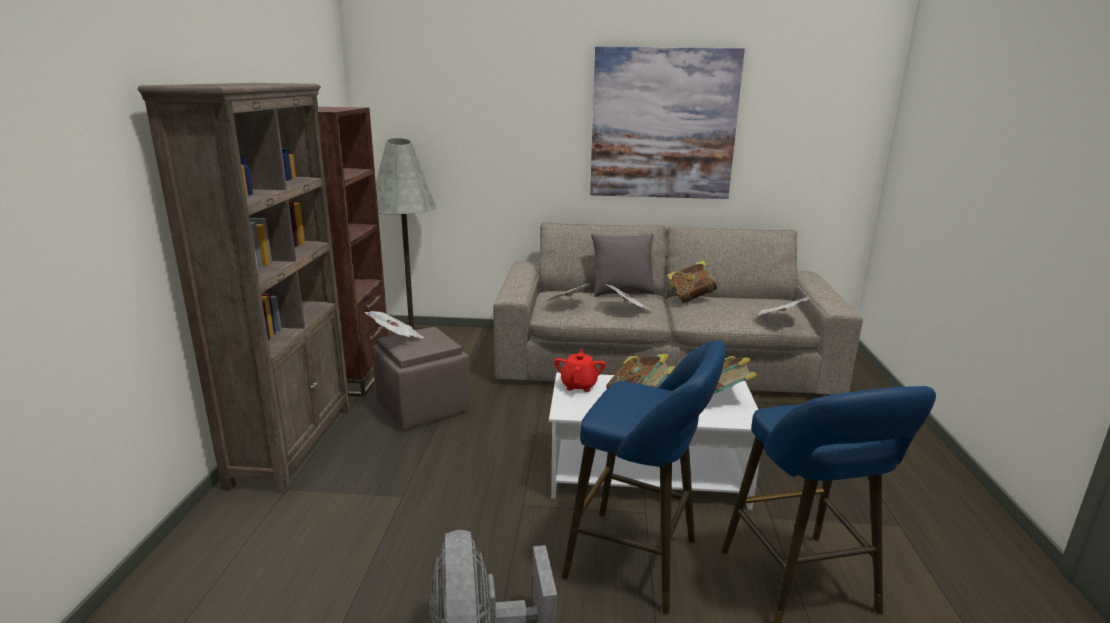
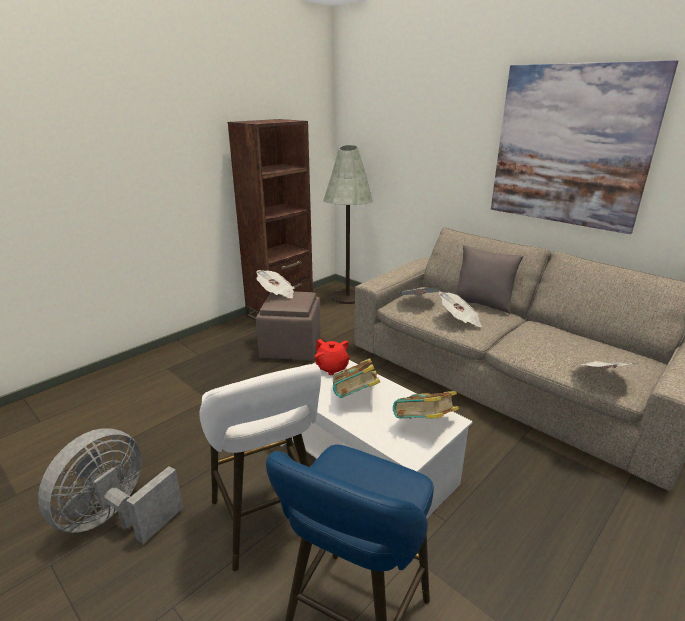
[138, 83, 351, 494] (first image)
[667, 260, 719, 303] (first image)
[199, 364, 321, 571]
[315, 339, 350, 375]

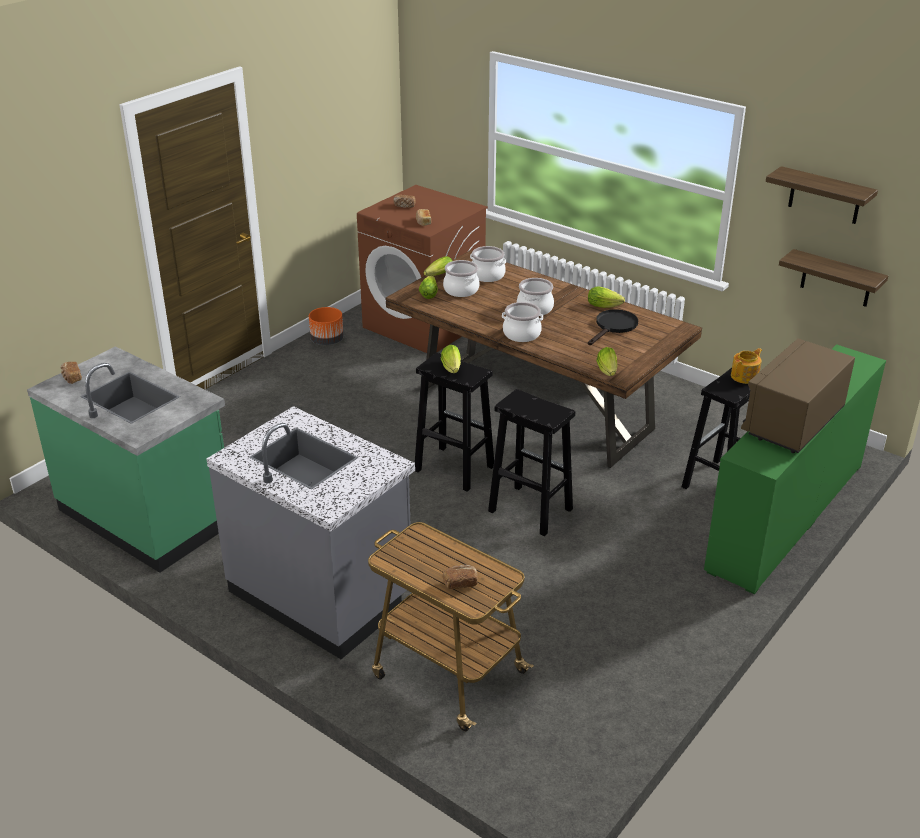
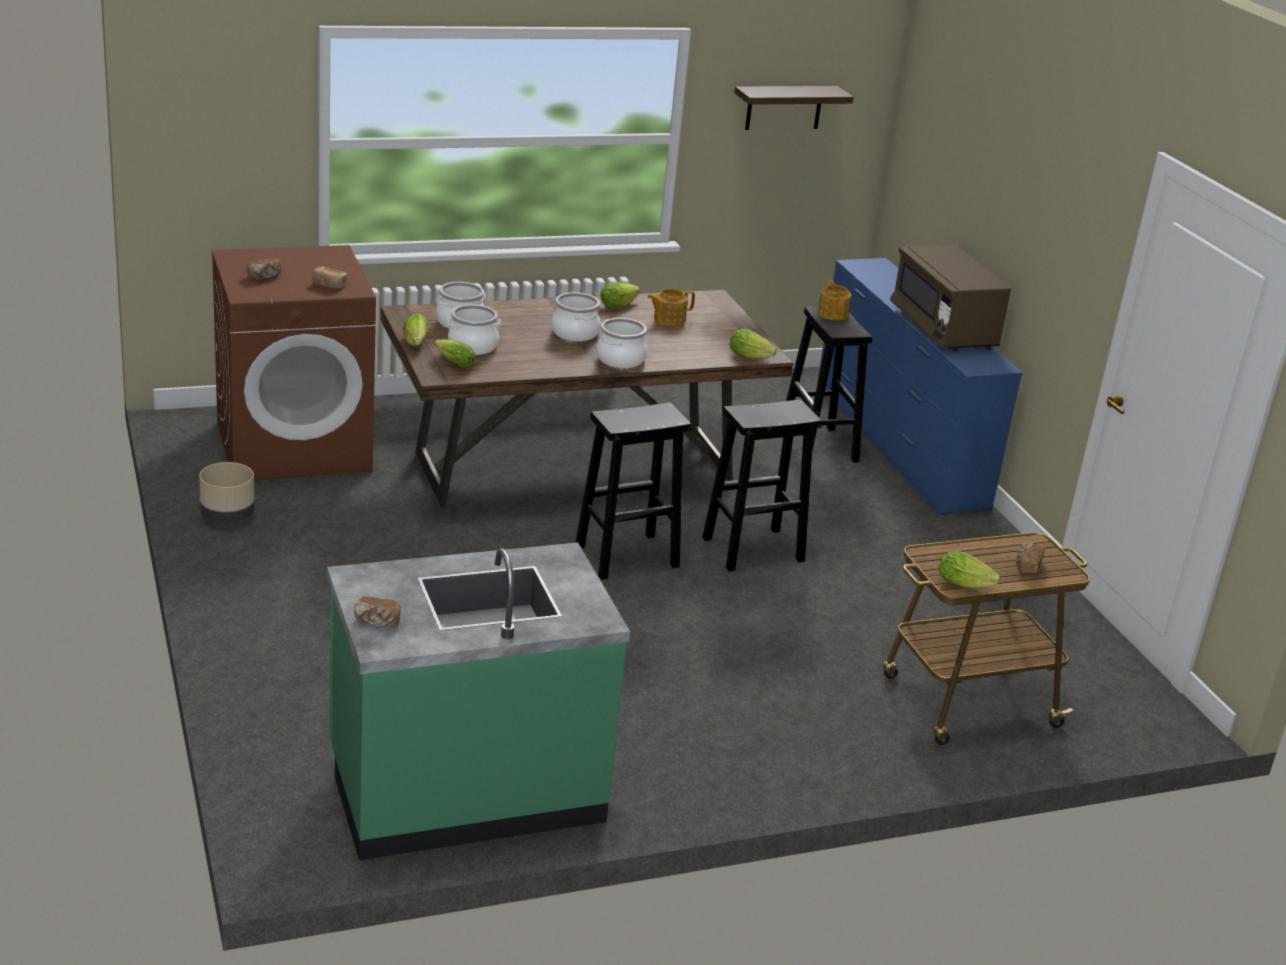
[207, 406, 415, 659] (first image)
[779, 249, 888, 307] (first image)
[939, 551, 1000, 588]
[648, 288, 695, 326]
[199, 462, 255, 523]
[817, 258, 1023, 515]

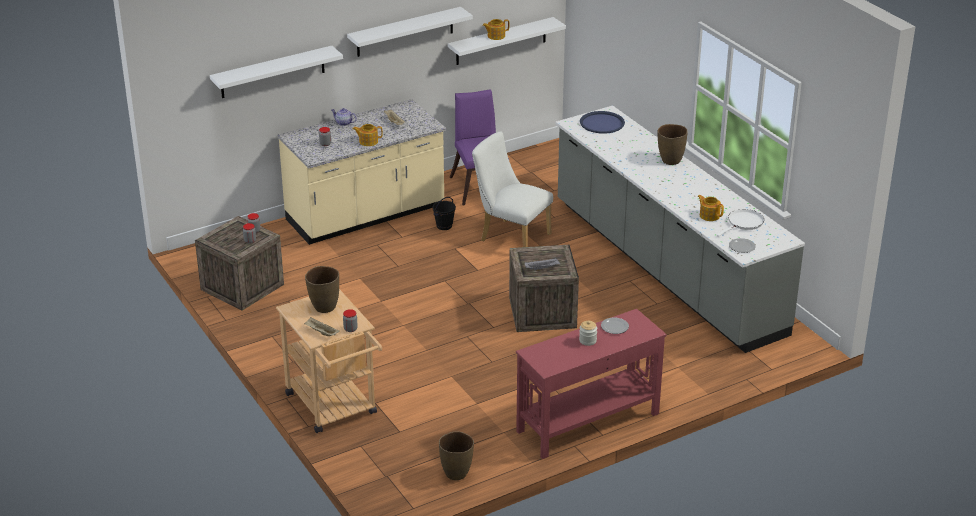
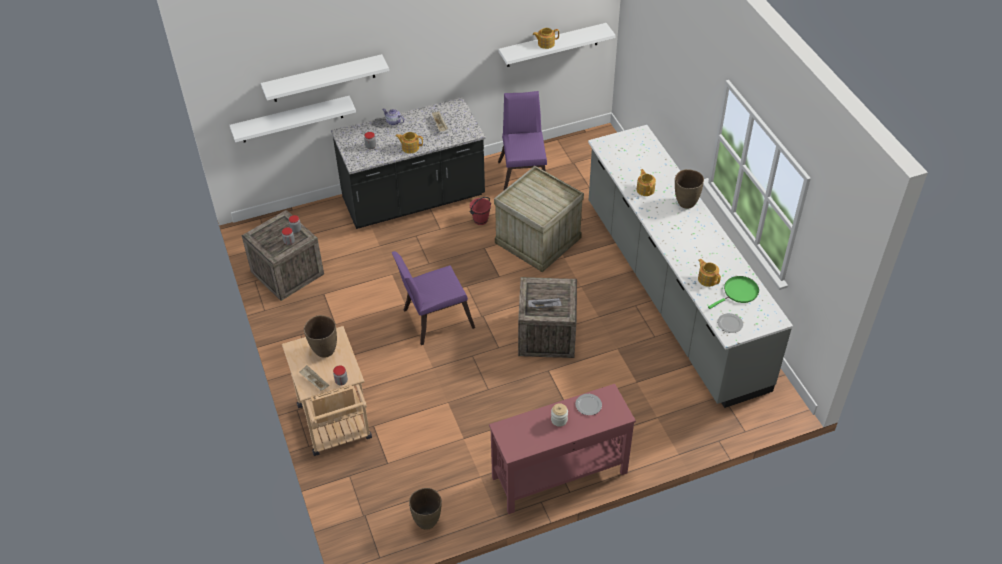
[580, 111, 625, 134] (first image)
[392, 251, 475, 345]
[636, 169, 656, 196]
[230, 96, 356, 142]
[494, 166, 584, 272]
[331, 97, 485, 229]
[469, 197, 491, 225]
[708, 276, 759, 309]

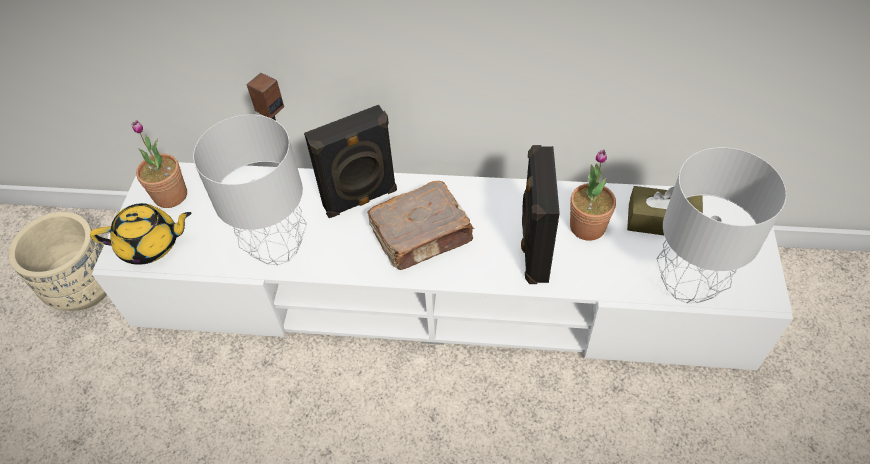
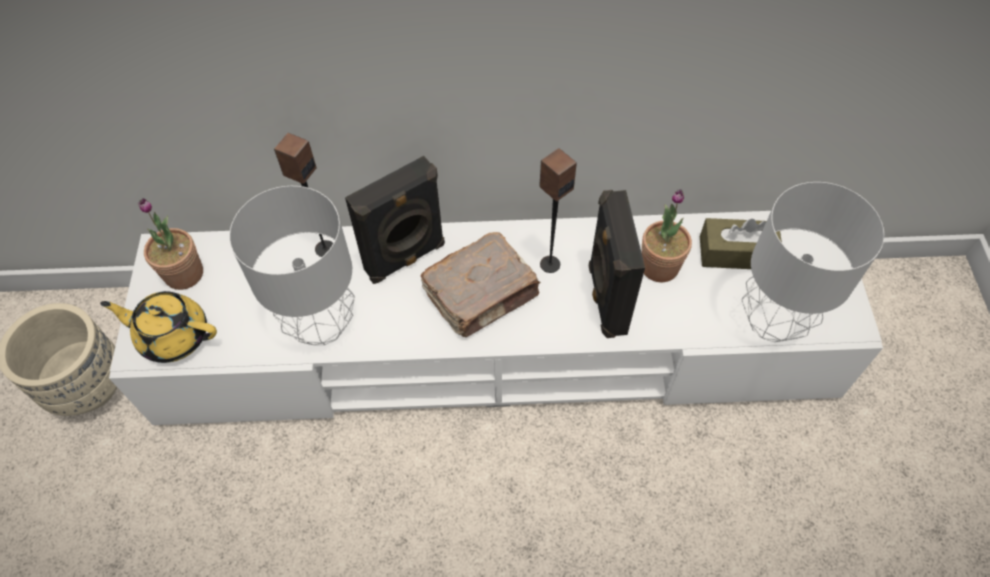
[539, 148, 577, 273]
[100, 291, 217, 363]

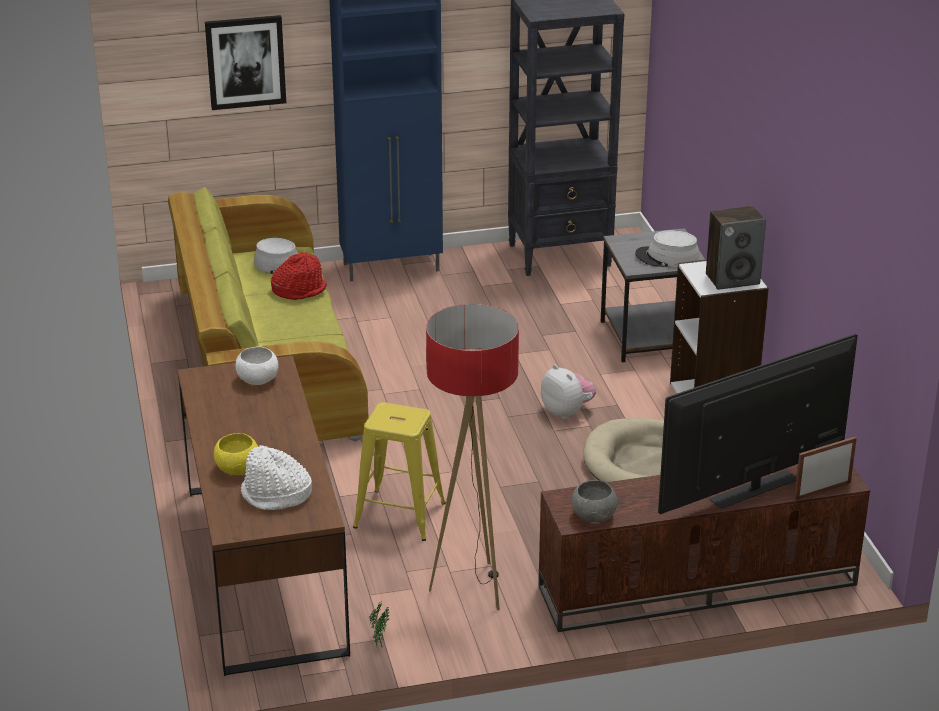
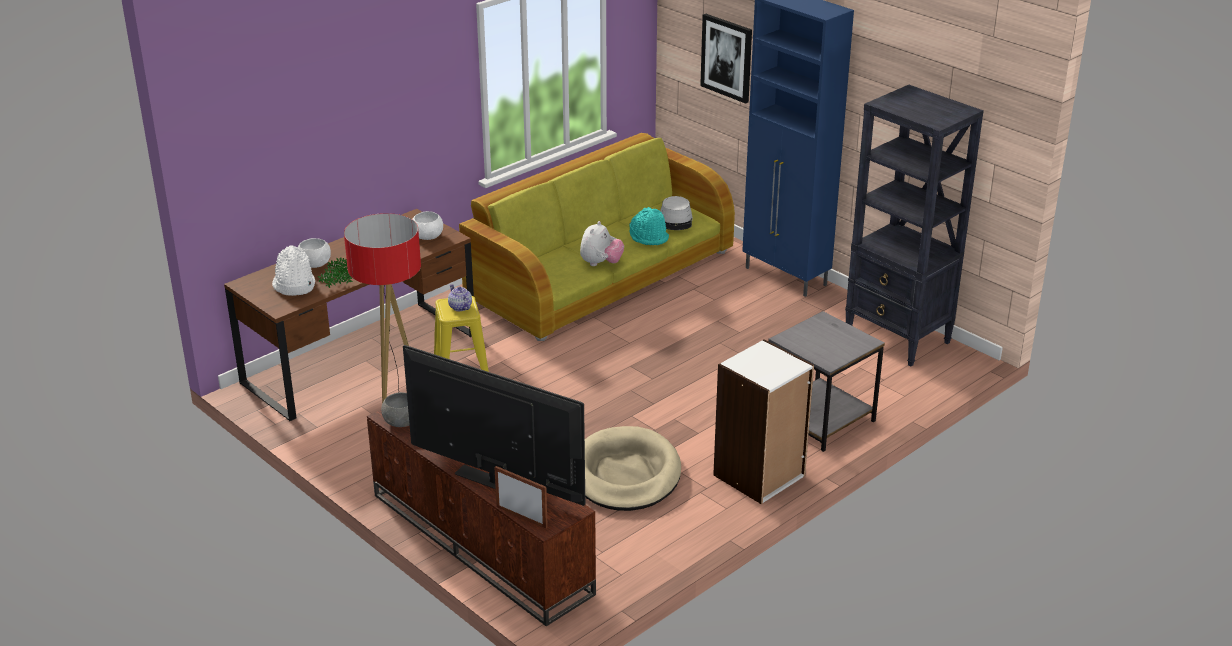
[635, 230, 700, 267] (first image)
[706, 206, 766, 290] (first image)
[448, 284, 472, 311]
[318, 257, 353, 288]
[580, 221, 624, 266]
[298, 238, 331, 268]
[630, 207, 669, 245]

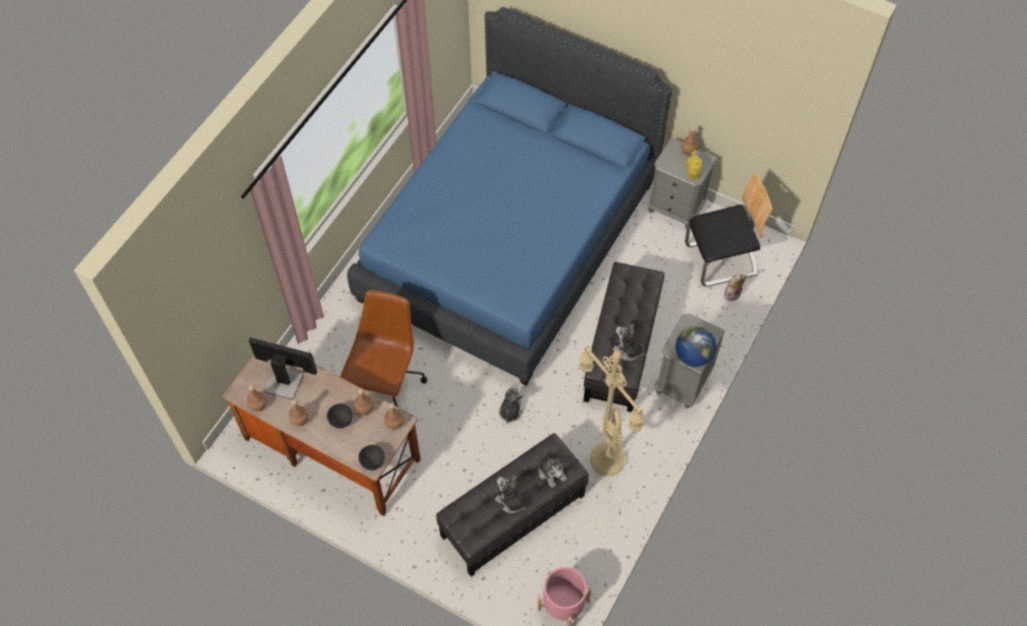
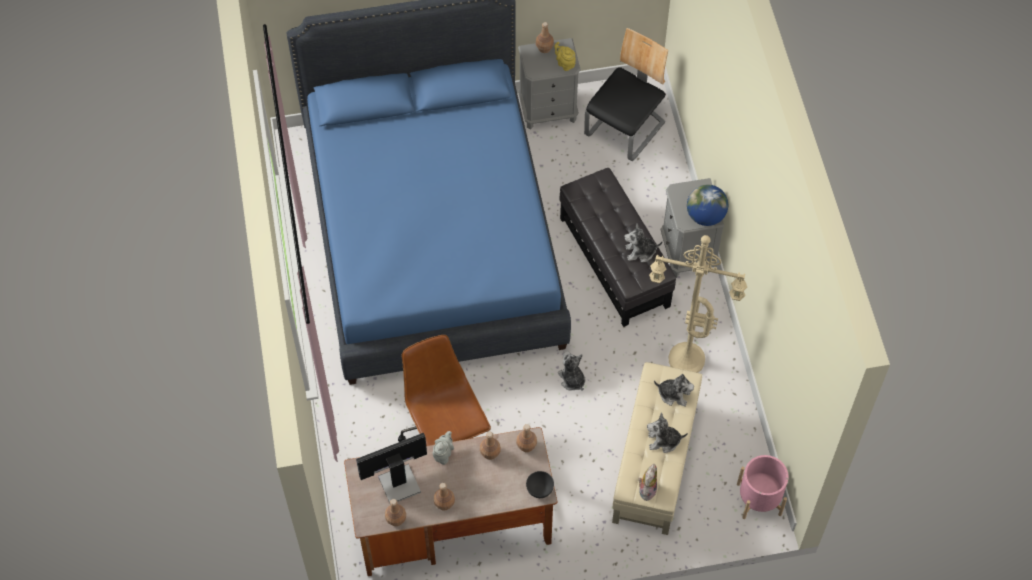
[327, 403, 353, 428] (first image)
[433, 431, 454, 465]
[638, 464, 657, 501]
[612, 362, 702, 535]

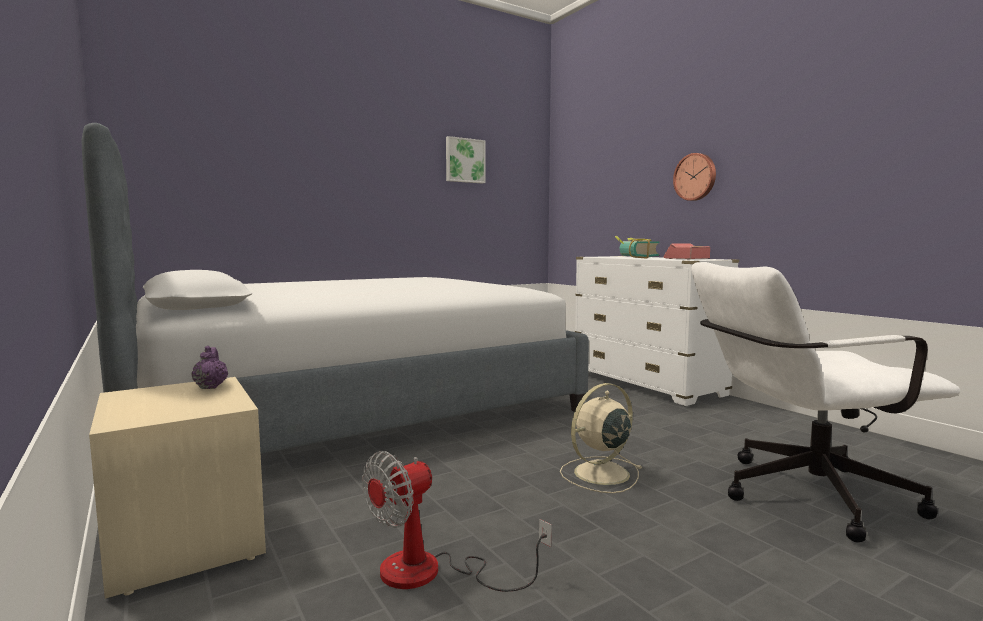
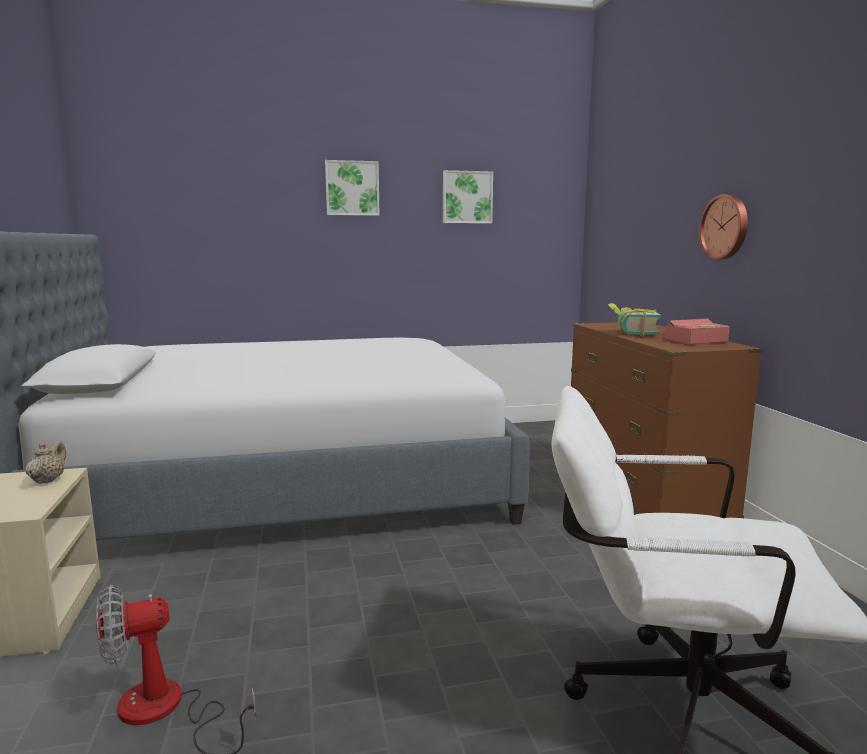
[560, 383, 643, 493] (first image)
[325, 160, 379, 216]
[25, 441, 66, 484]
[571, 322, 763, 518]

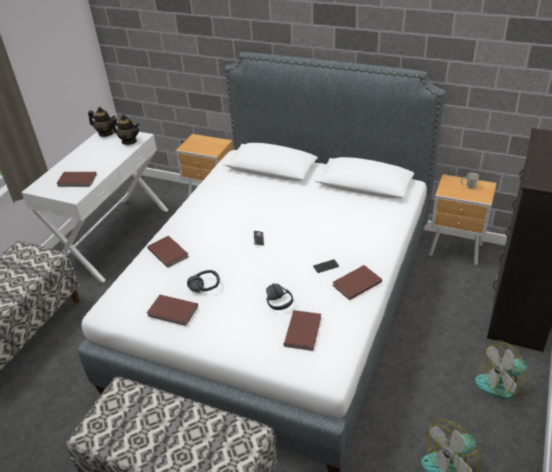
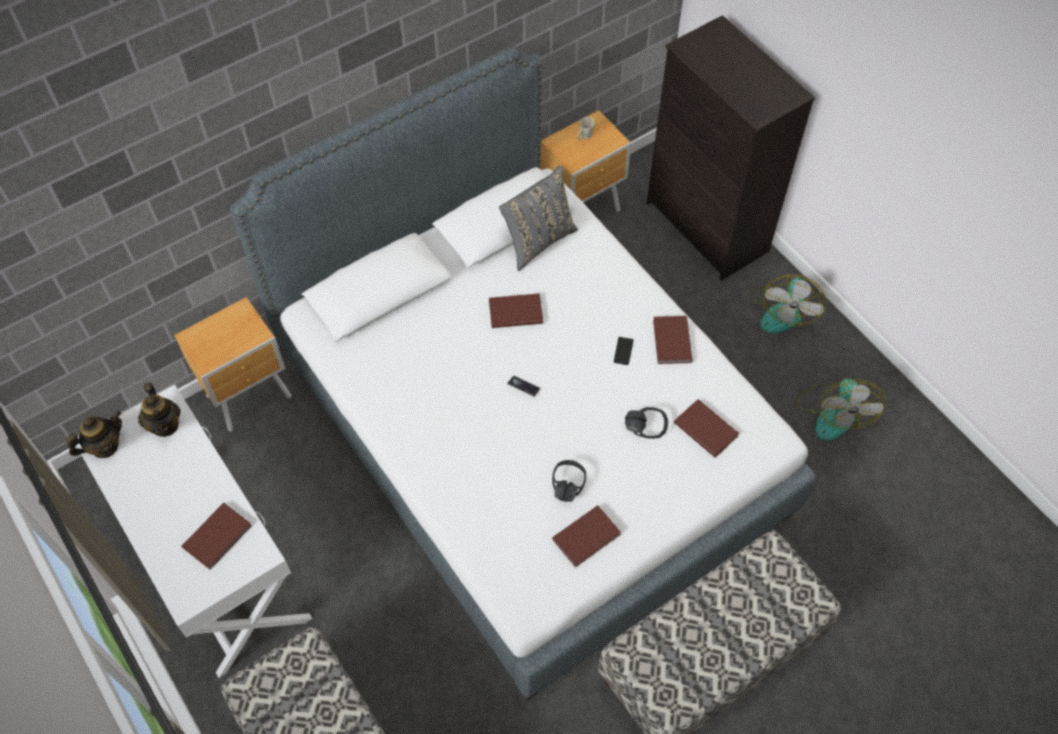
[499, 165, 578, 271]
[489, 293, 543, 328]
[138, 383, 180, 437]

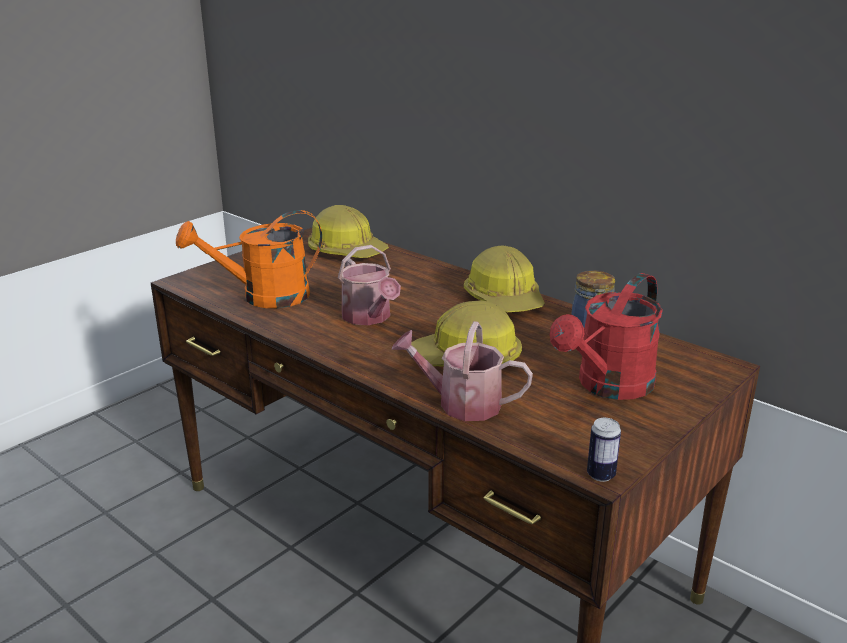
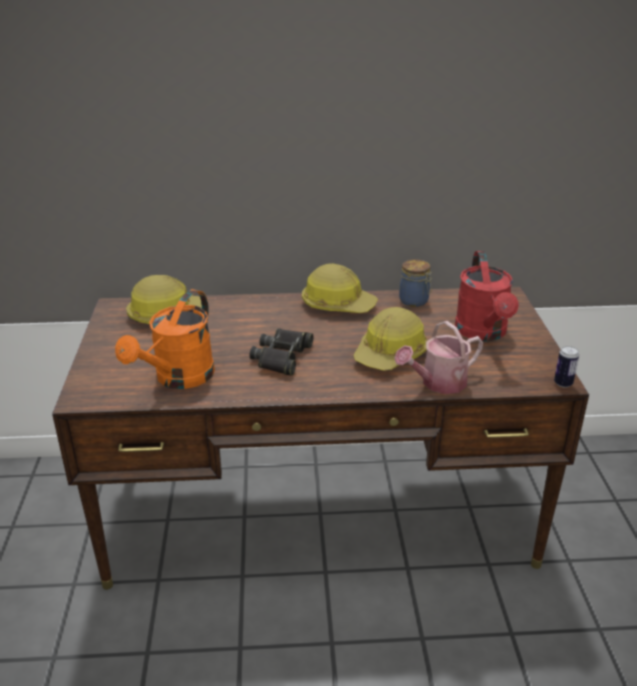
[250, 328, 314, 376]

